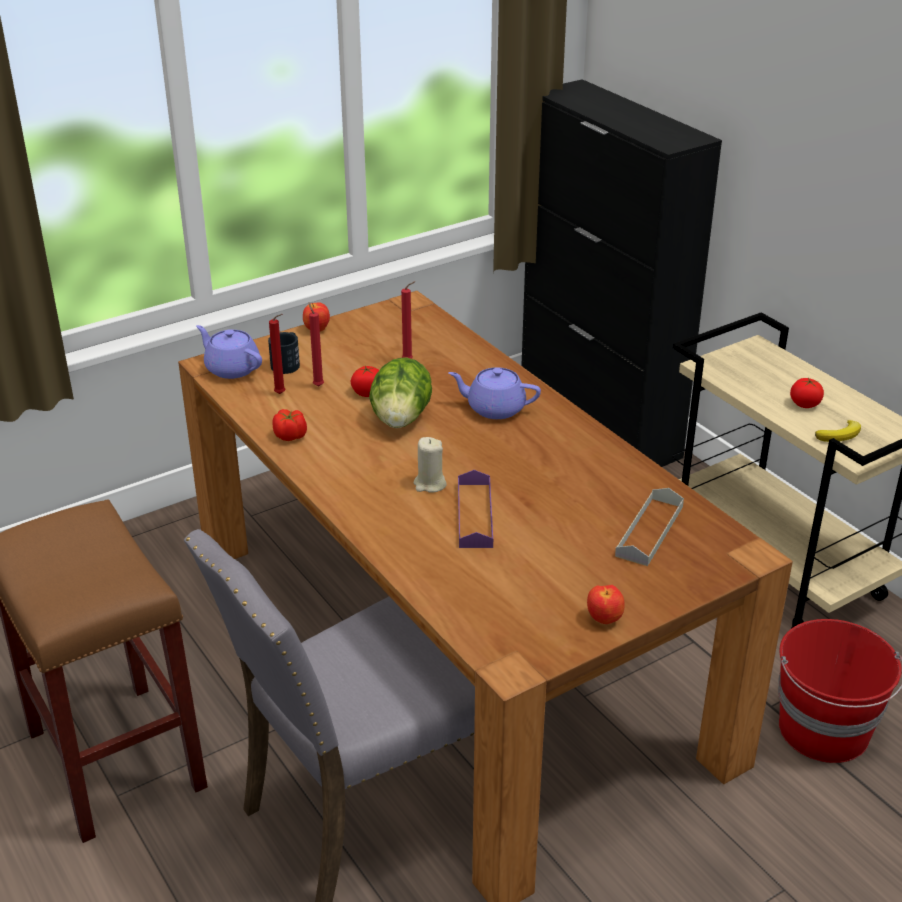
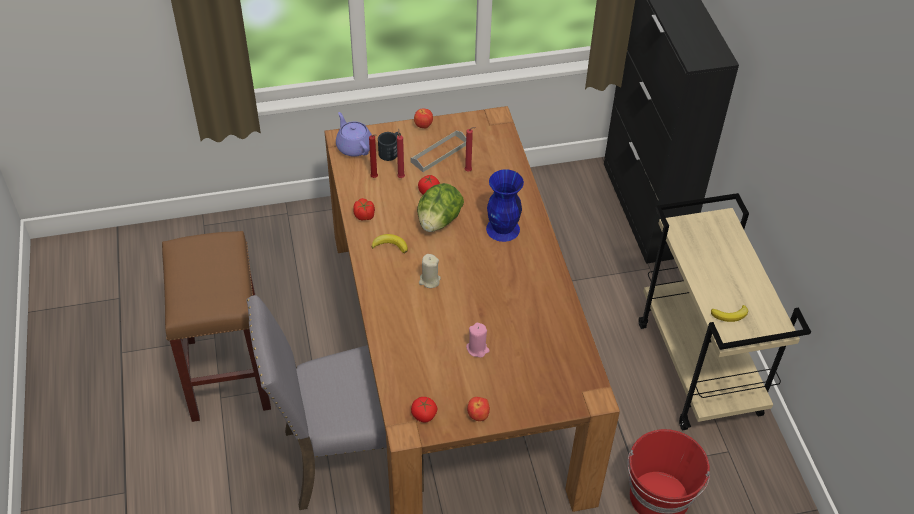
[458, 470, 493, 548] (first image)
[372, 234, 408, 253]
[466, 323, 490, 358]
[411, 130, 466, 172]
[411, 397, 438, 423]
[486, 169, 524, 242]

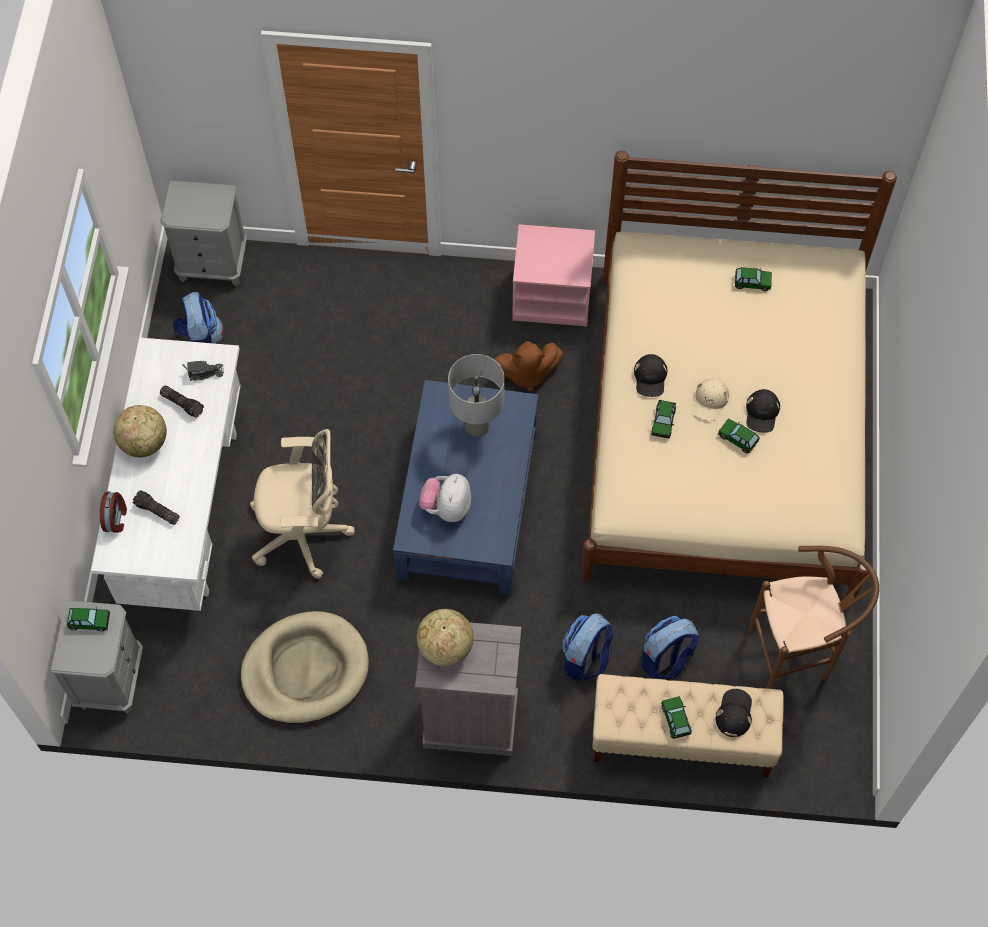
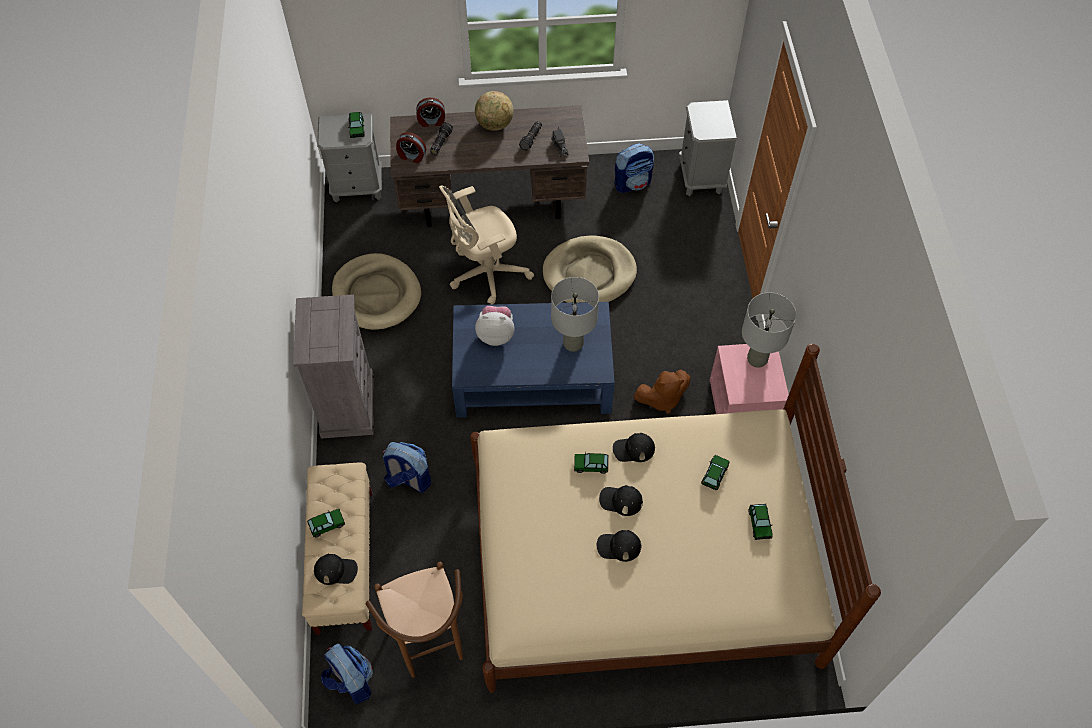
[417, 609, 474, 666] (first image)
[396, 132, 426, 163]
[543, 236, 637, 303]
[742, 293, 796, 368]
[321, 644, 373, 704]
[701, 455, 729, 491]
[390, 105, 589, 227]
[599, 485, 643, 516]
[439, 185, 534, 305]
[633, 370, 691, 413]

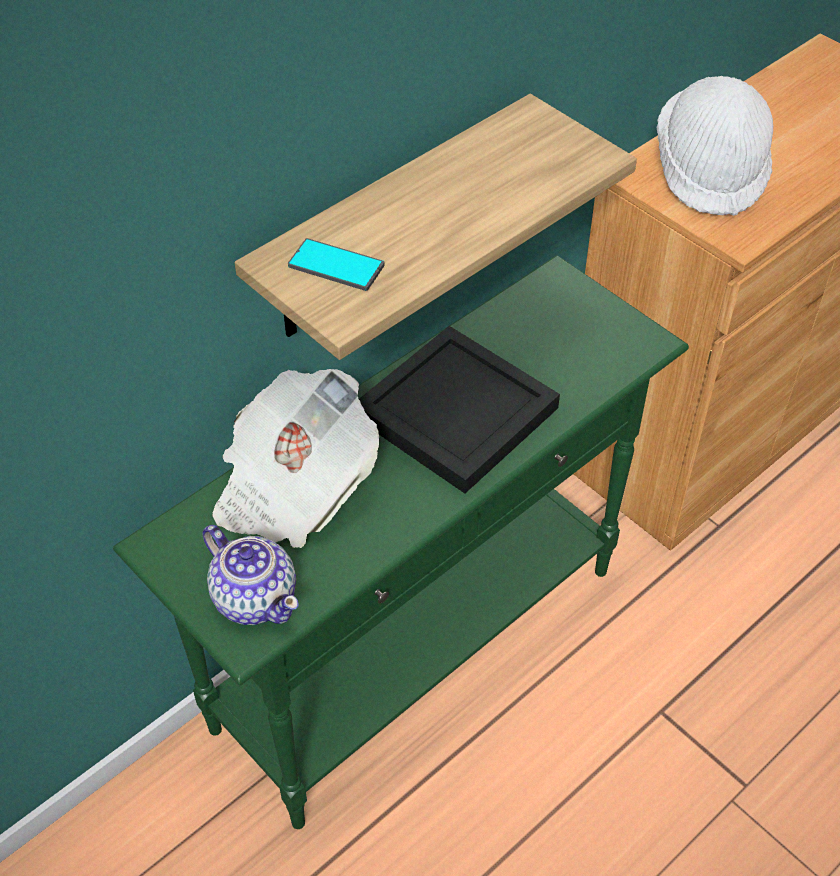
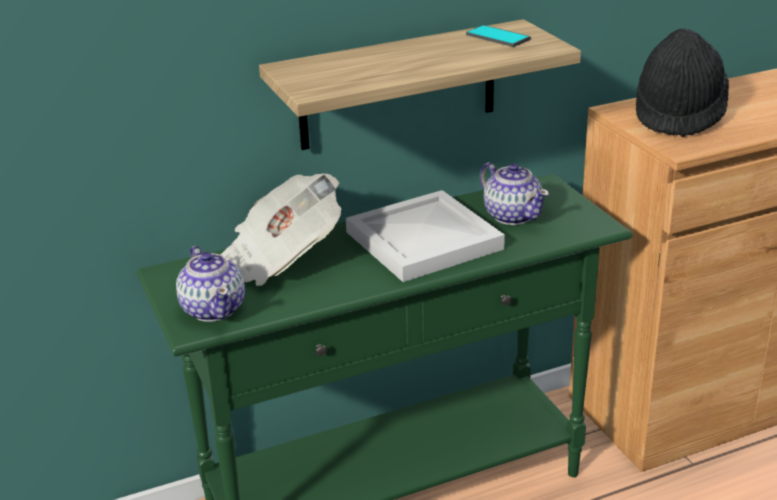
[480, 162, 549, 225]
[466, 25, 531, 47]
[346, 190, 505, 282]
[636, 29, 729, 137]

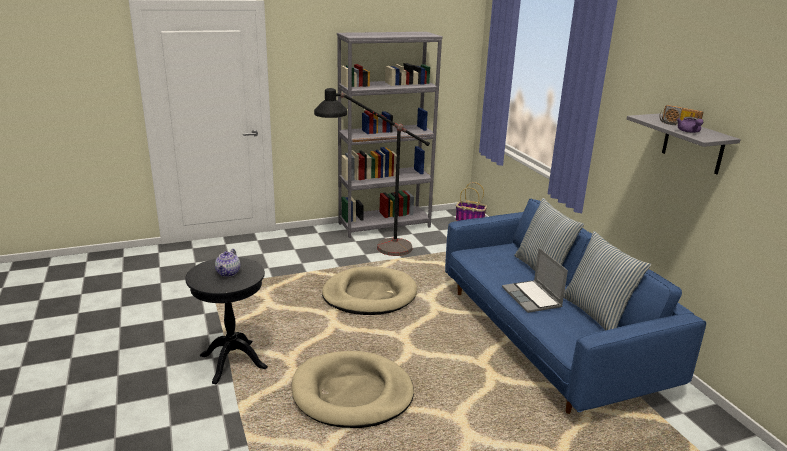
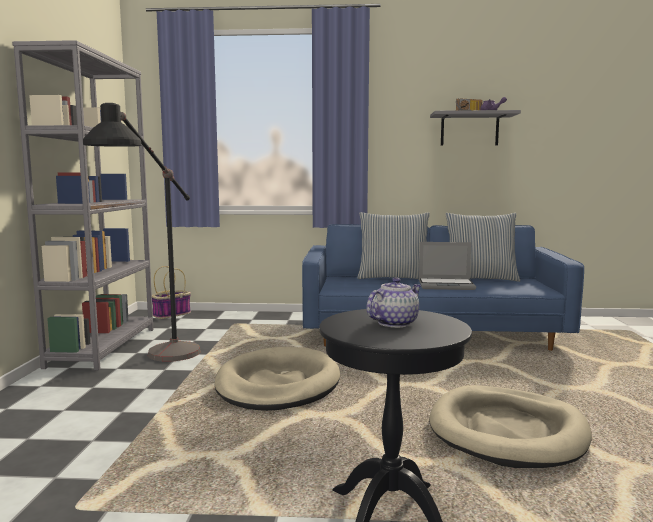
[366, 277, 422, 328]

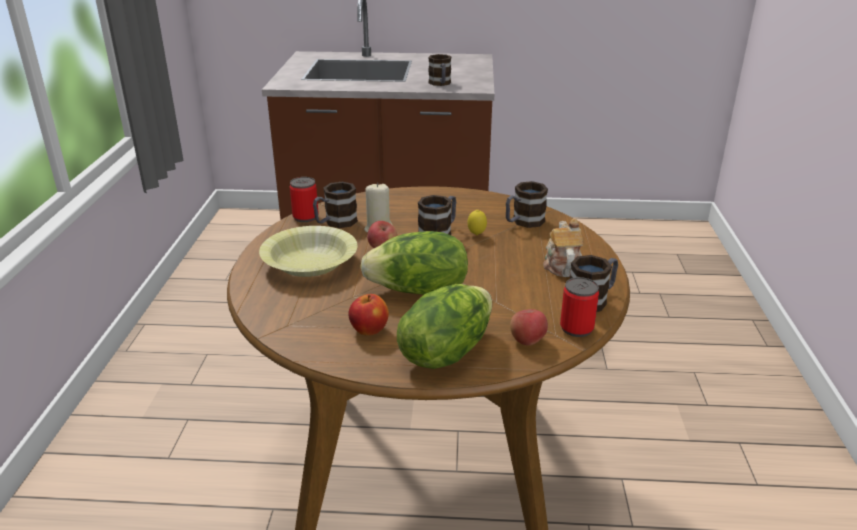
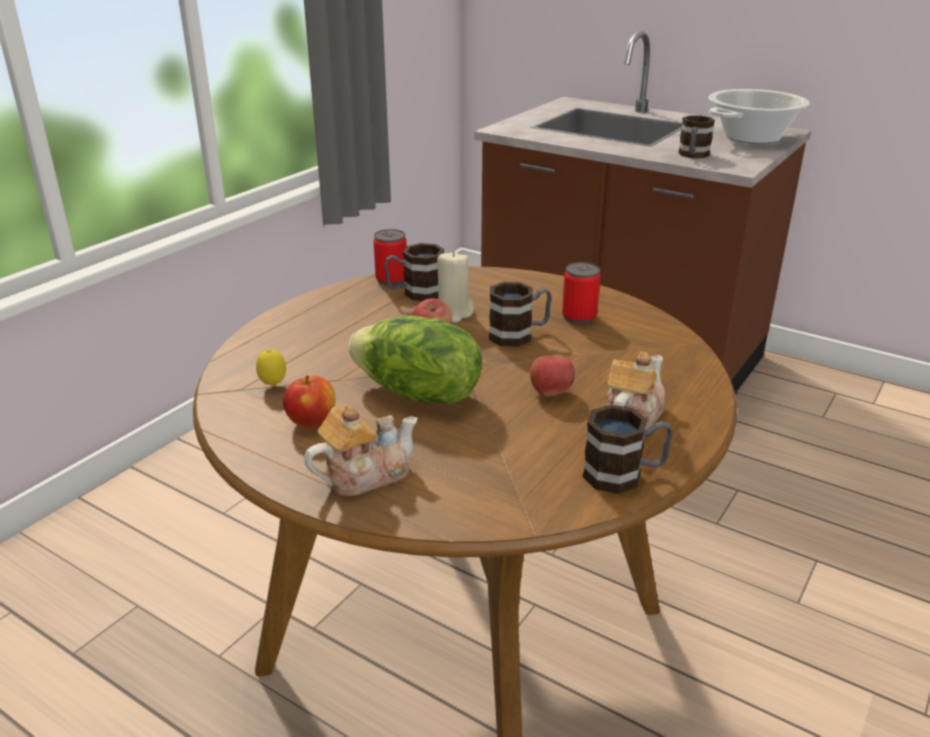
[259, 226, 357, 277] (first image)
[506, 181, 548, 228] (first image)
[709, 89, 810, 144]
[256, 349, 286, 386]
[530, 356, 575, 397]
[562, 262, 600, 324]
[304, 405, 418, 496]

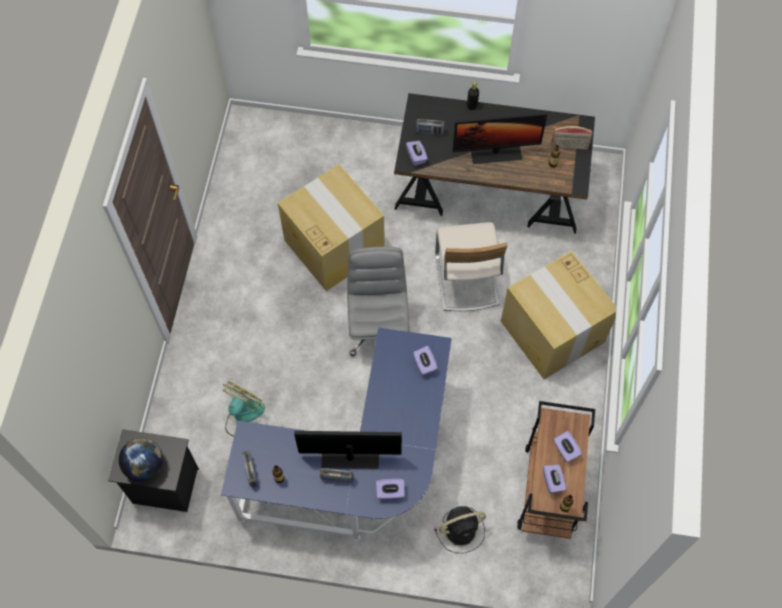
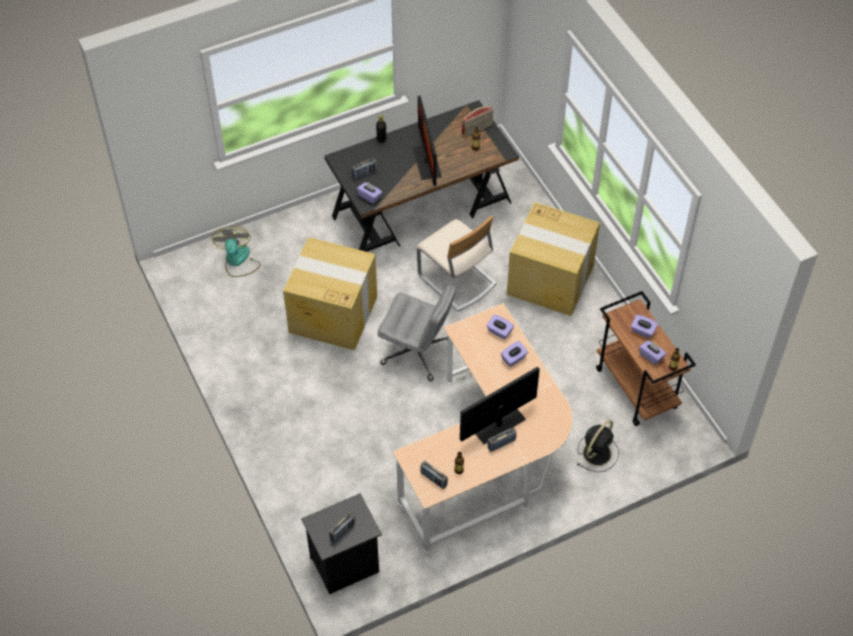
[211, 226, 260, 277]
[501, 341, 528, 367]
[329, 512, 355, 543]
[393, 303, 572, 553]
[378, 285, 456, 381]
[413, 95, 442, 186]

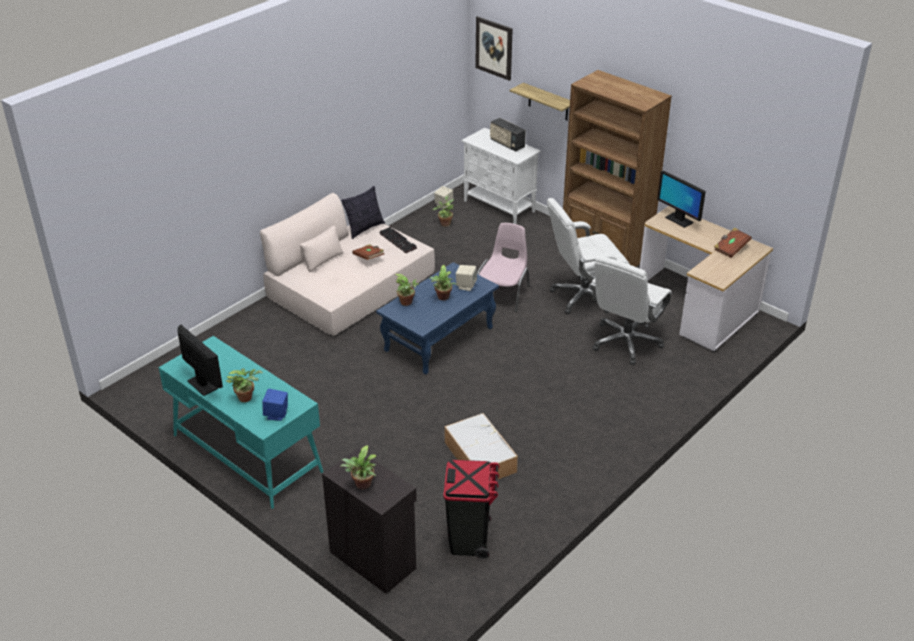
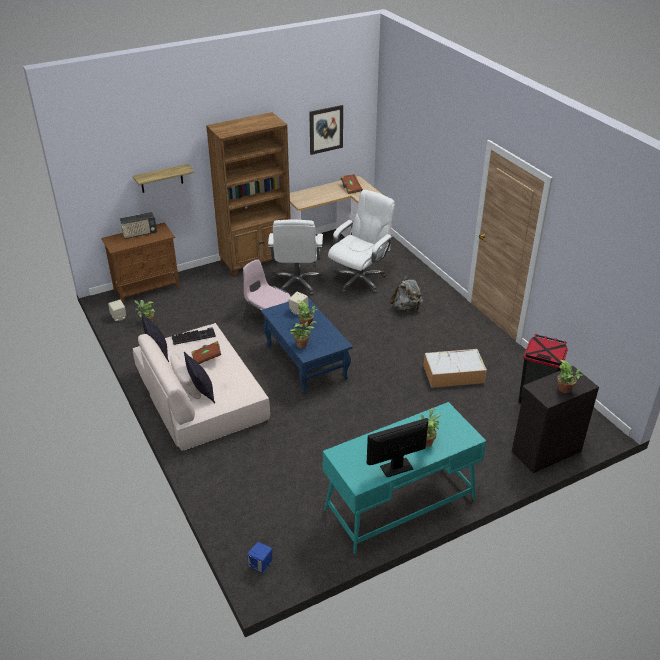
[657, 171, 706, 228] (first image)
[184, 352, 215, 404]
[390, 276, 423, 312]
[247, 542, 272, 573]
[309, 105, 343, 155]
[101, 223, 180, 304]
[328, 190, 395, 294]

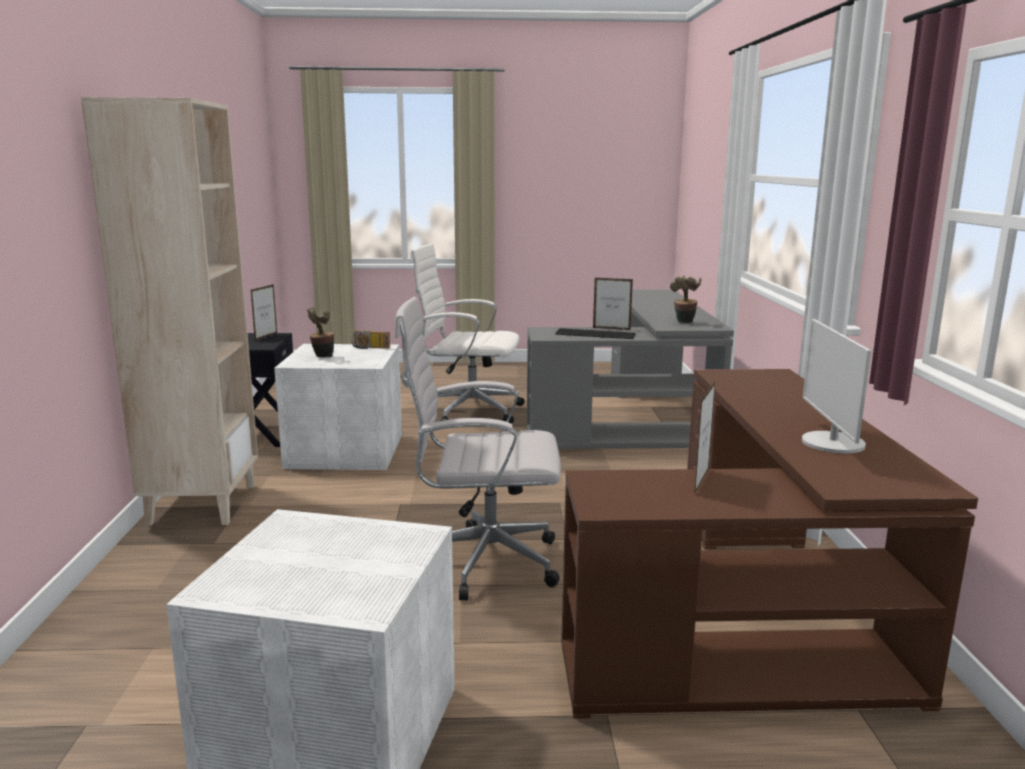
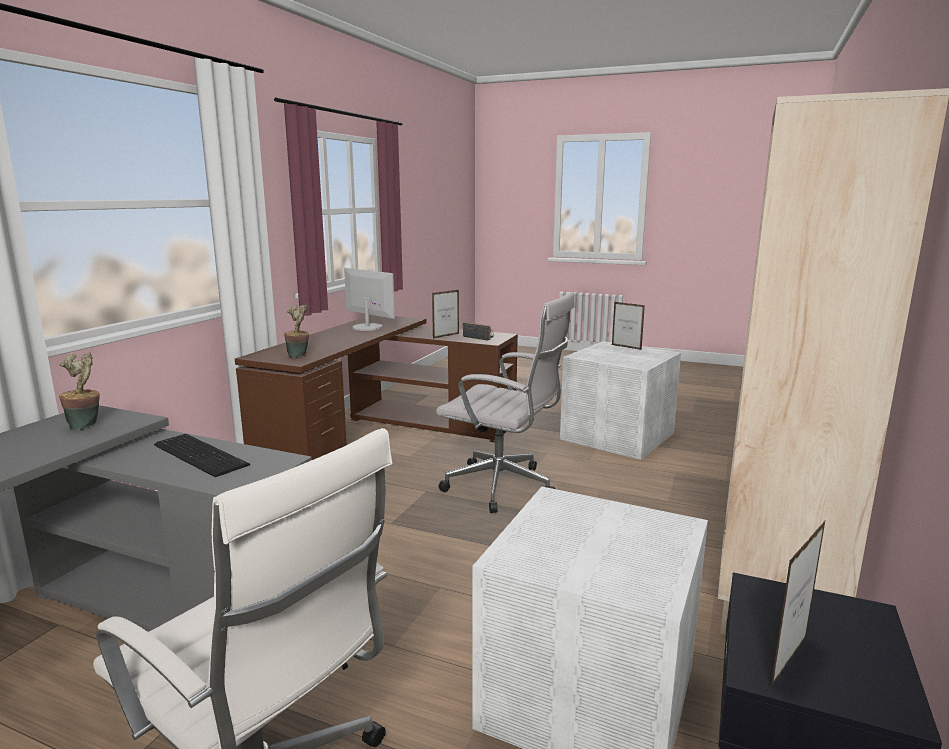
[284, 304, 309, 358]
[463, 322, 494, 341]
[612, 302, 645, 350]
[344, 268, 395, 331]

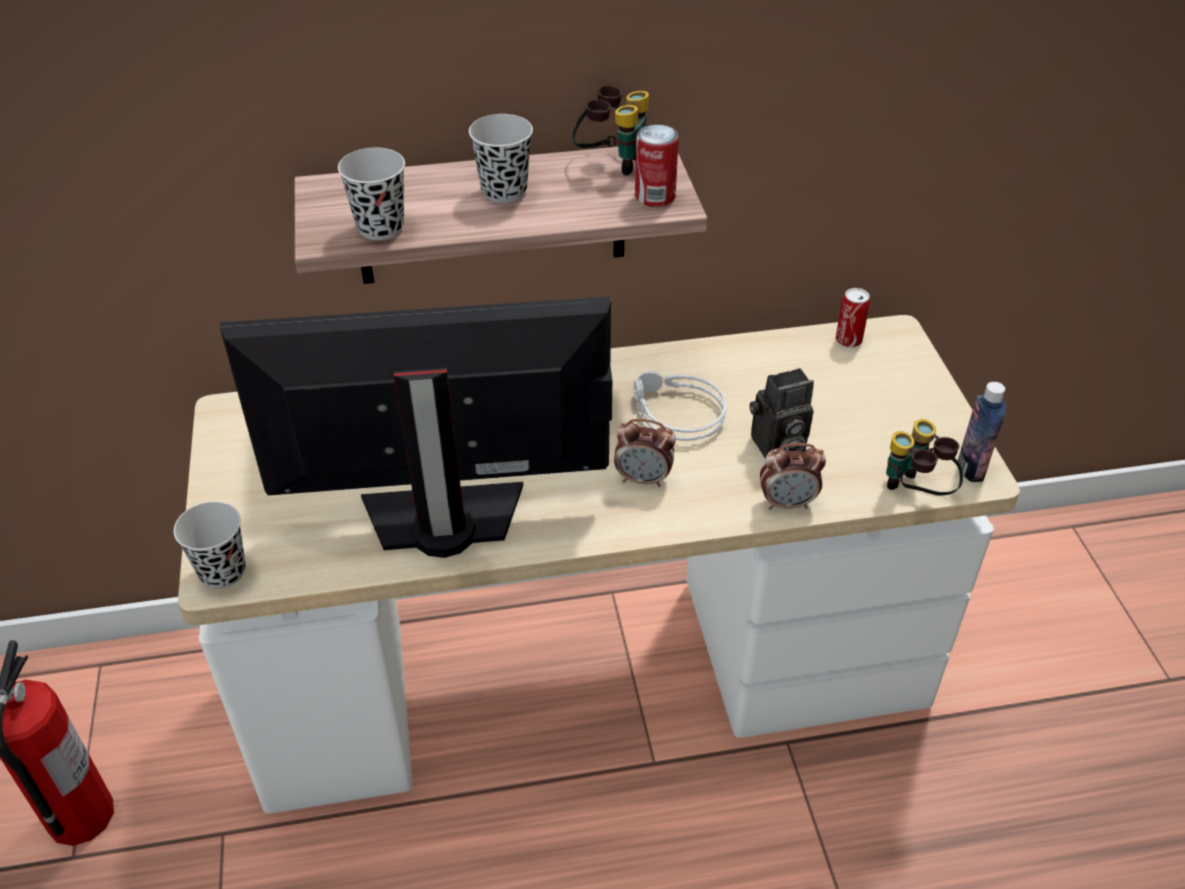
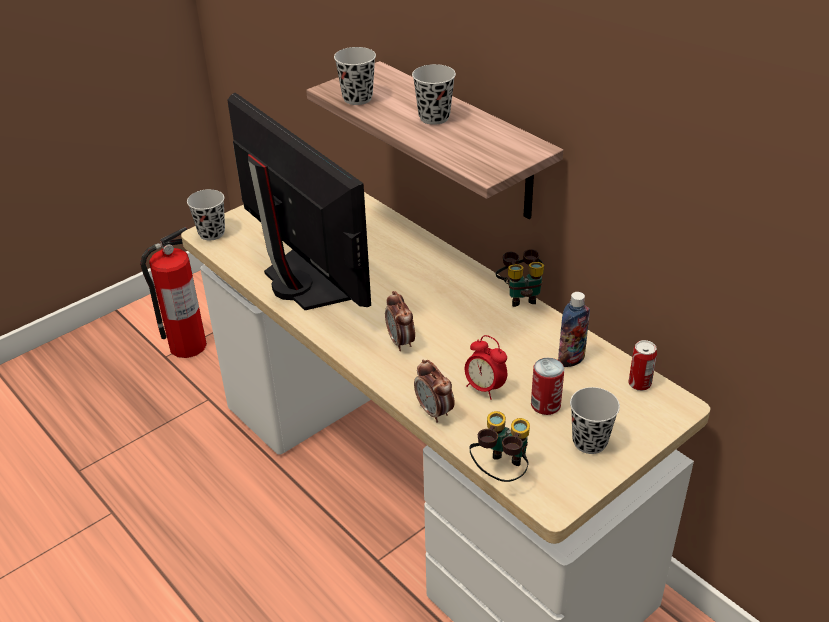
[633, 370, 727, 441] (first image)
[570, 387, 620, 454]
[495, 249, 545, 307]
[531, 358, 565, 415]
[558, 292, 590, 367]
[465, 335, 507, 400]

